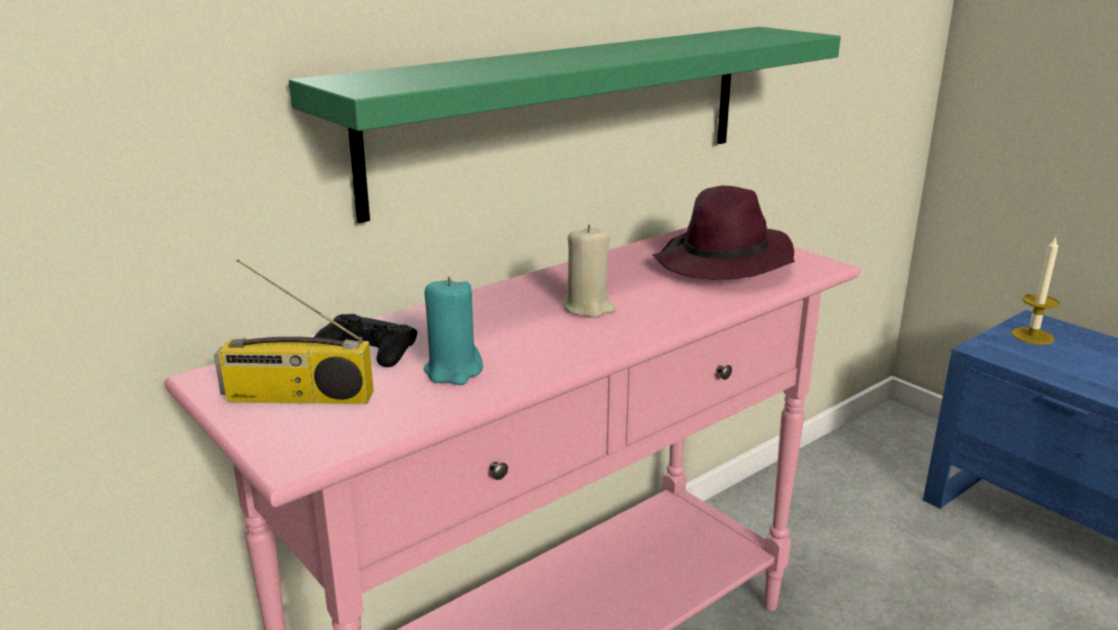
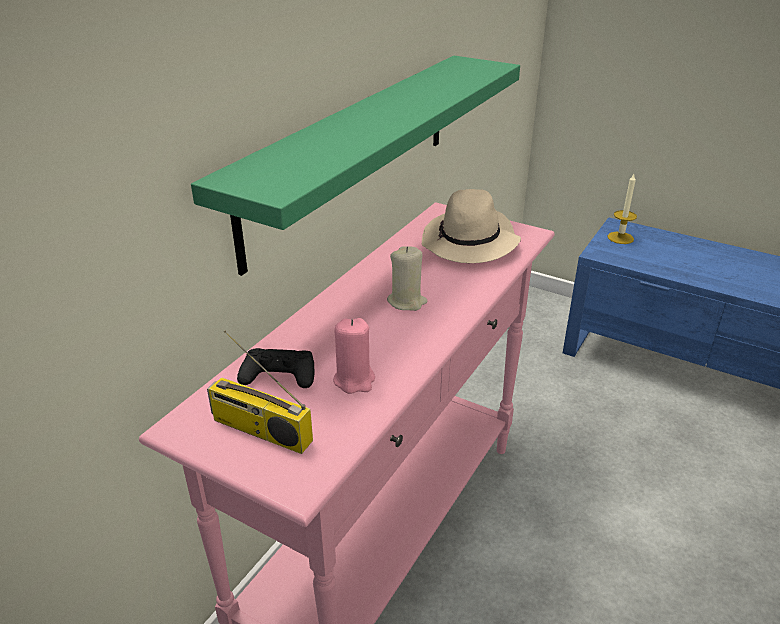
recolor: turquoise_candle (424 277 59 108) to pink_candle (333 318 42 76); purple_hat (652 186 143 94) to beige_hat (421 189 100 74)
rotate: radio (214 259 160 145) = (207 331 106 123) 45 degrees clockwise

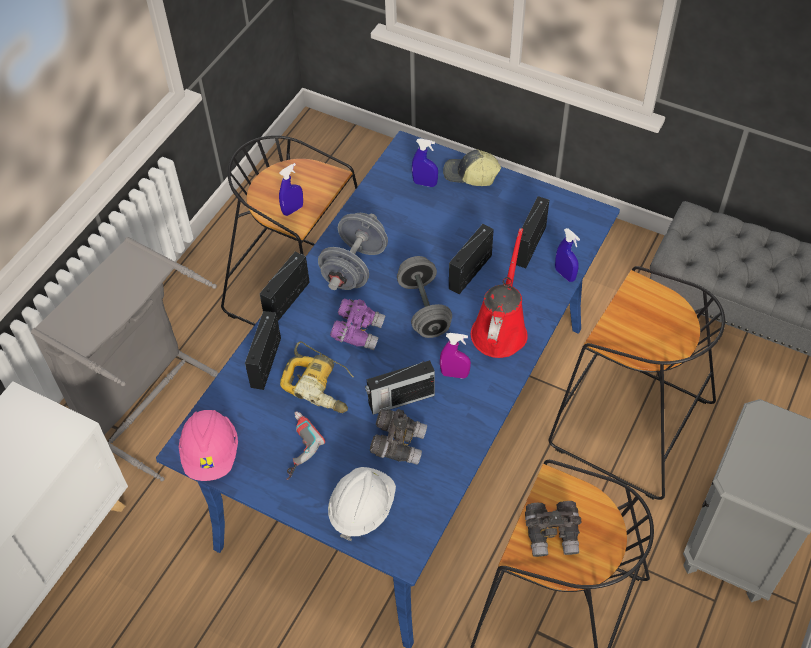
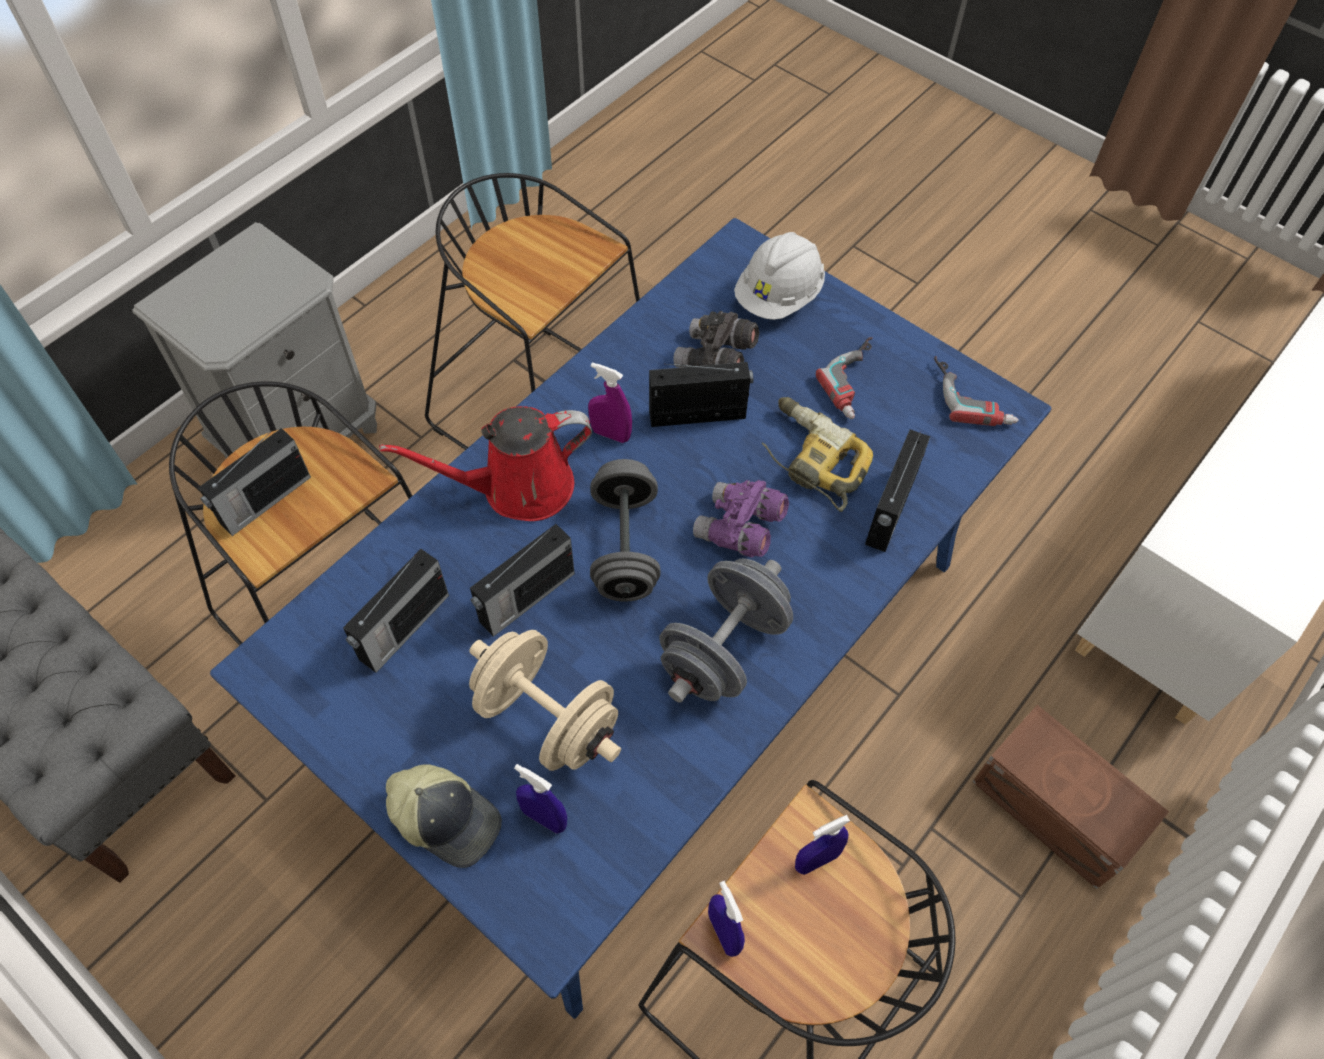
delete: grey_binoculars (525 501 57 56)
insert: beige_dumbbell (469 630 152 141)
move: radio (260 251 50 70) to (198 428 113 108); blue_spray_bottle (555 228 25 54) to (708 881 37 76)
replace: pink_hard_hat (179 410 59 71) to power_drill (934 356 85 70); grey_laundry_basket (31 237 188 244) to brown_storage_box (972 705 197 184)
rotate: red_watering_can (471 228 57 130) = (379 406 213 115) 45 degrees clockwise

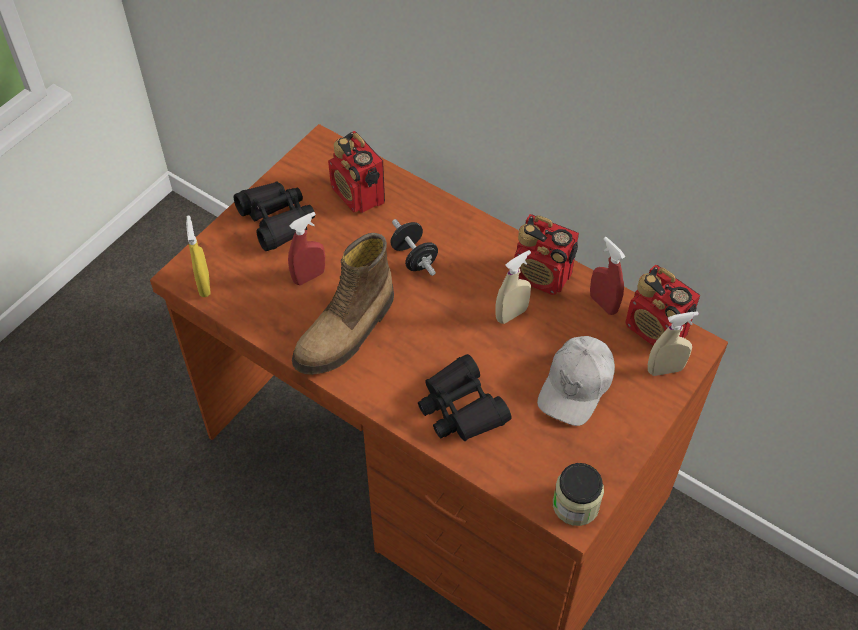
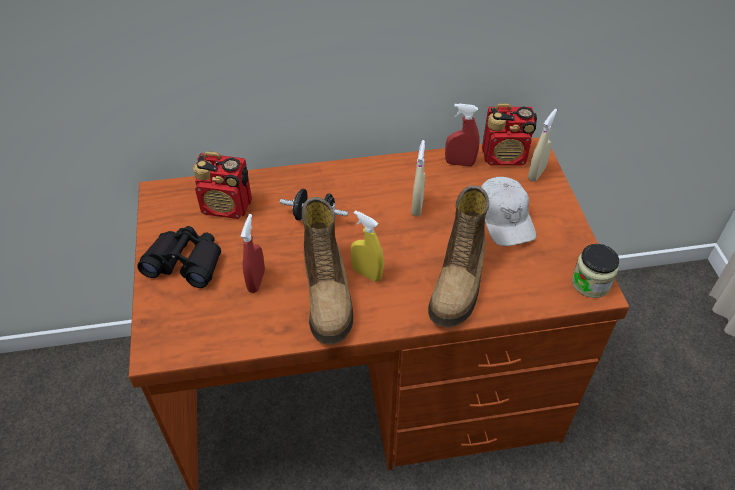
delete: radio (514 214 65 81)
move: yellow_spray_bottle (186 216 25 81) to (351 210 33 72)
replace: black_binoculars (418 354 94 87) to boot (428 185 61 142)

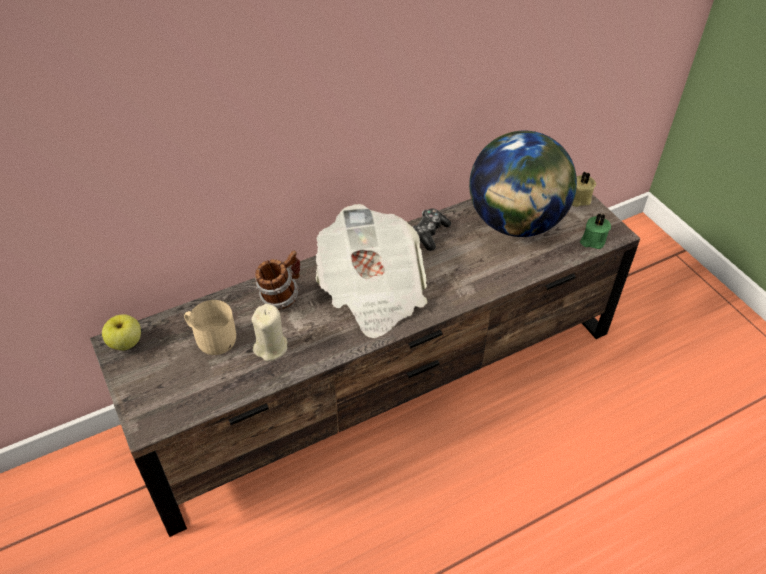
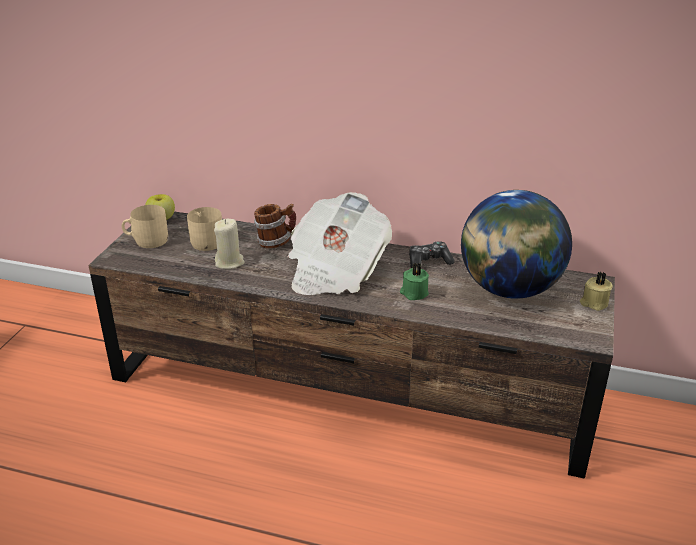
insert: beige_mug (122 205 46 43)
move: green_candle (580 213 31 36) to (400 263 29 37)

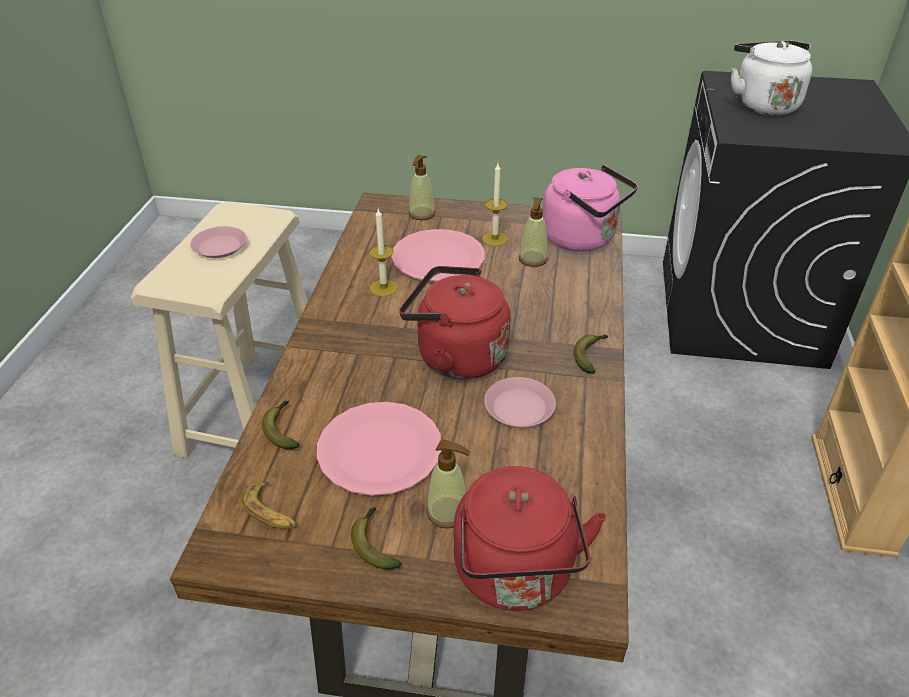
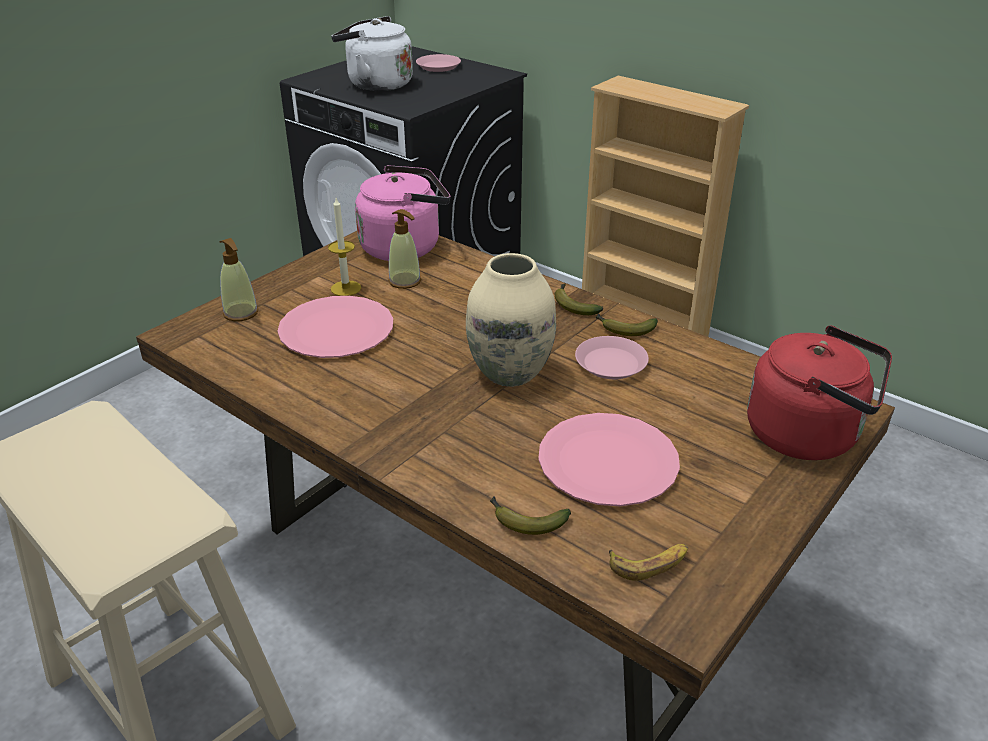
delete: candle (369 208 29 89); soap_dispenser (426 440 44 89)
move: pink_plate (190 226 57 32) to (416 54 45 18); banana (351 507 50 63) to (595 314 63 22)
replace: red_kettle (399 266 112 114) to beige_vase (466 253 90 134)

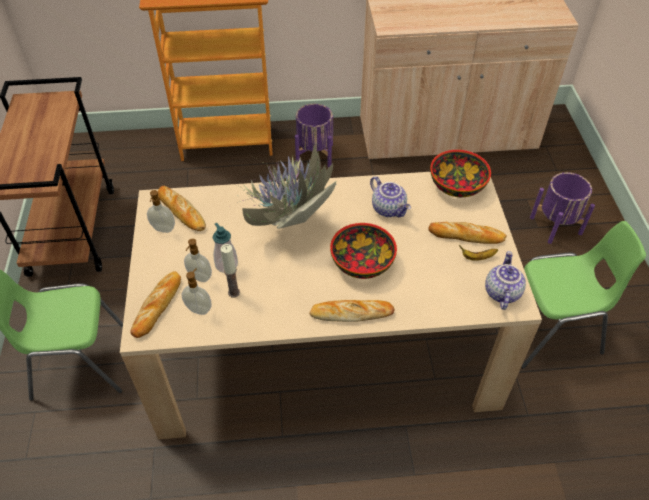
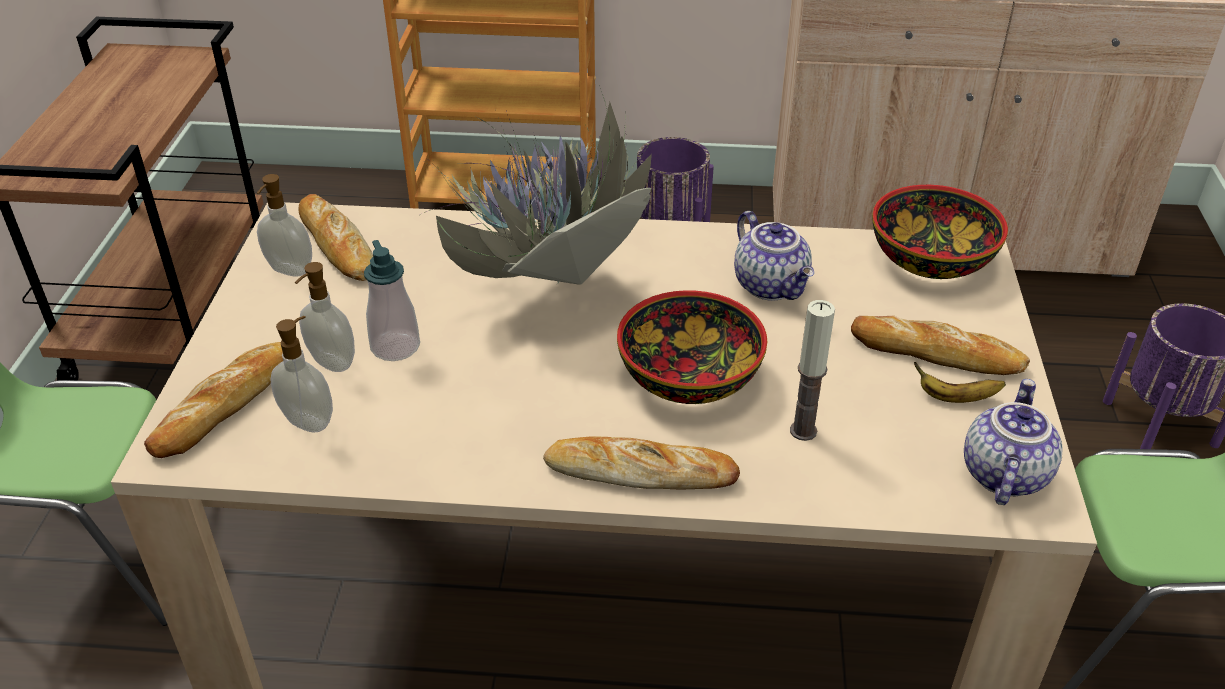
move: candle (221 244 19 53) to (790 300 45 141)

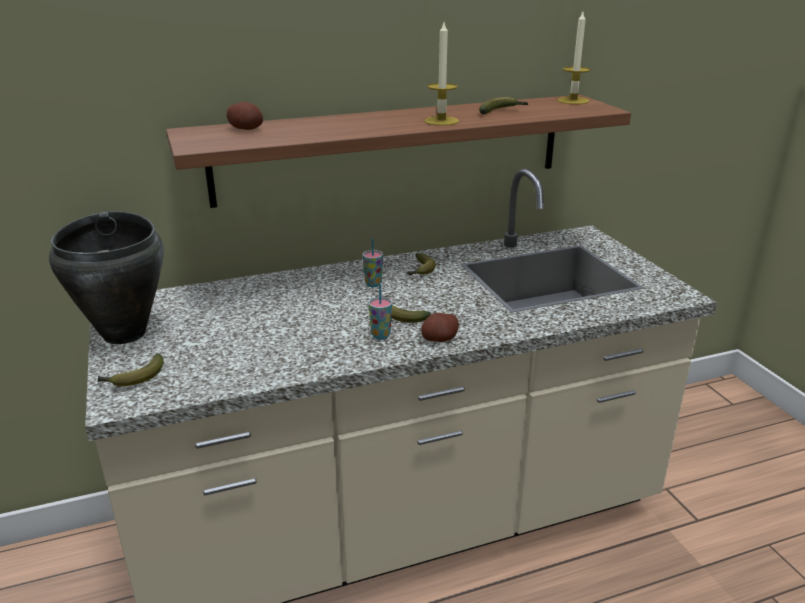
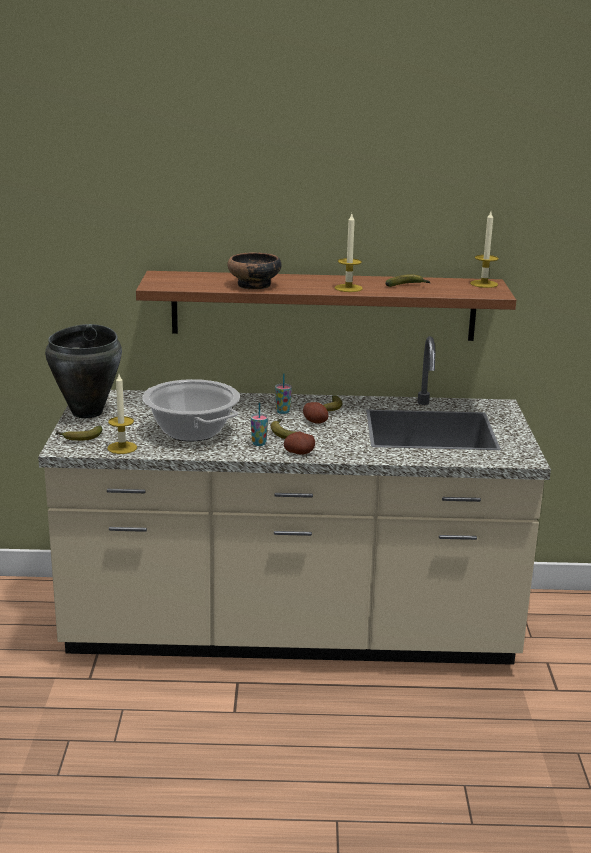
insert: candle (107 374 30 80); cooking_pot (143 379 97 63); bowl (228 253 54 36)
move: potato (227 101 36 29) to (303 402 25 21)

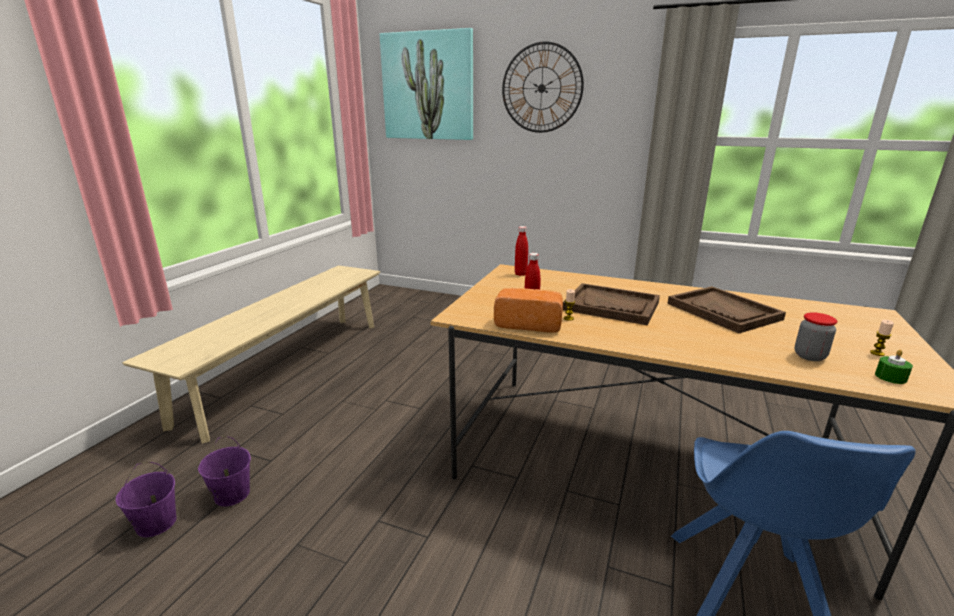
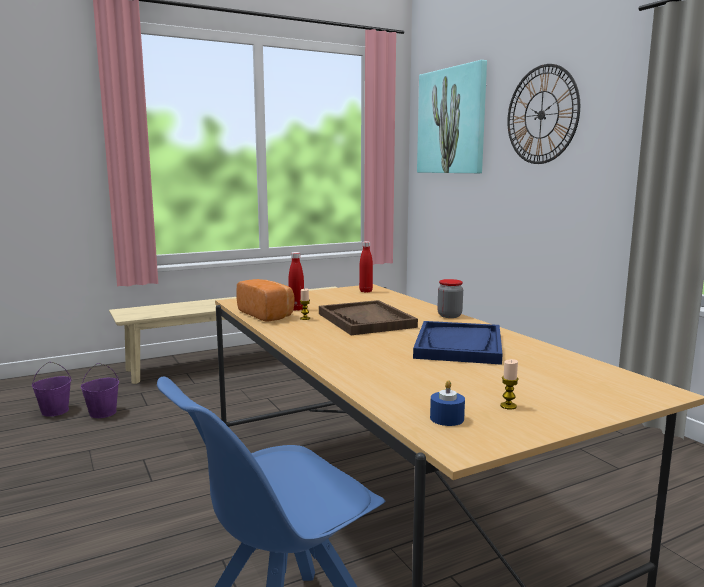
move: jar (795 312 42 49) to (437 279 26 39)
recolor: brown_tray (668 286 118 47) to blue_tray (413 321 89 44); green_candle (875 350 38 34) to blue_candle (430 380 35 46)

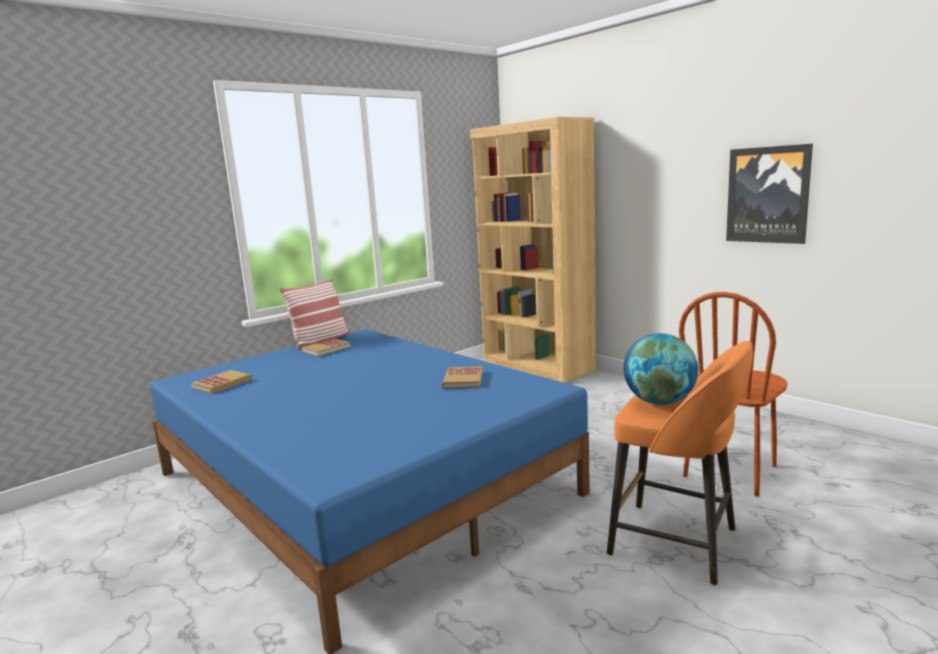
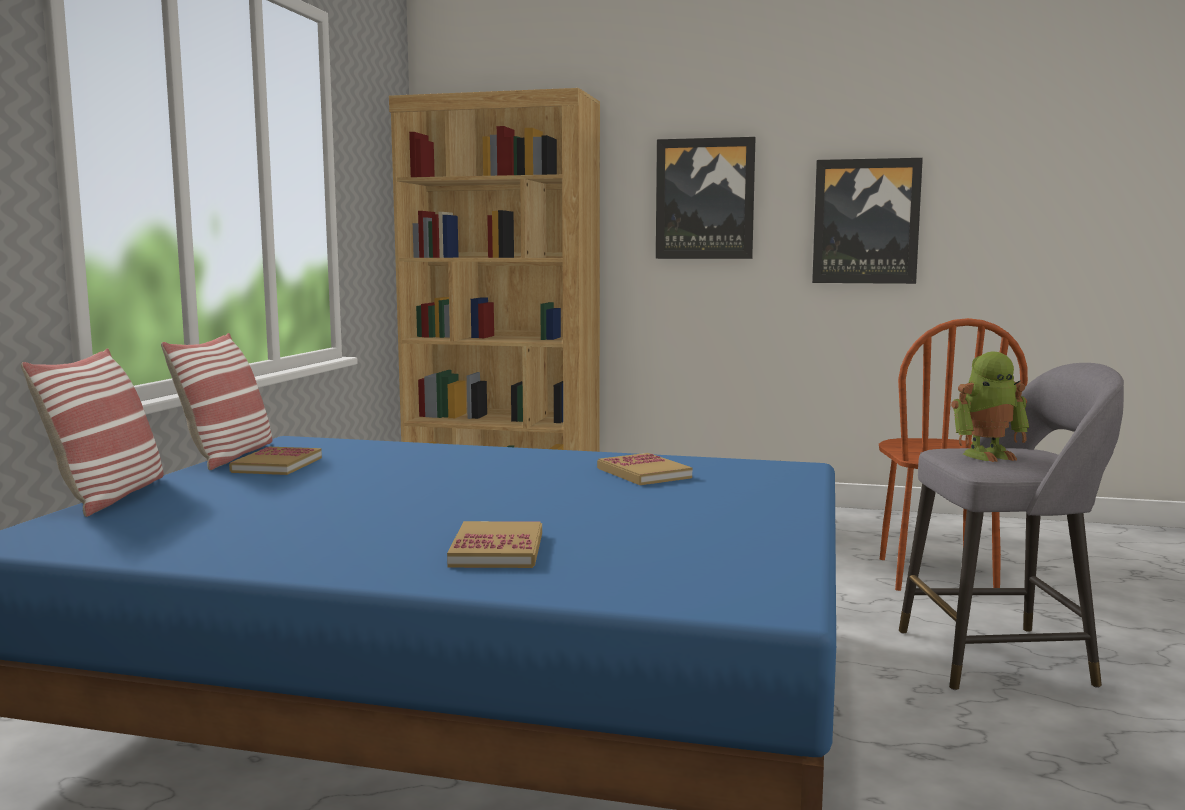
insert: pillow (21 348 143 169); picture (656 137 100 122)
move: book (191 370 61 24) to (447 521 95 47)
replace: globe (623 333 75 72) to toy_robot (951 351 79 111)
recolor: orange_stool (607 341 146 244) to grey_stool (899 363 225 327)

